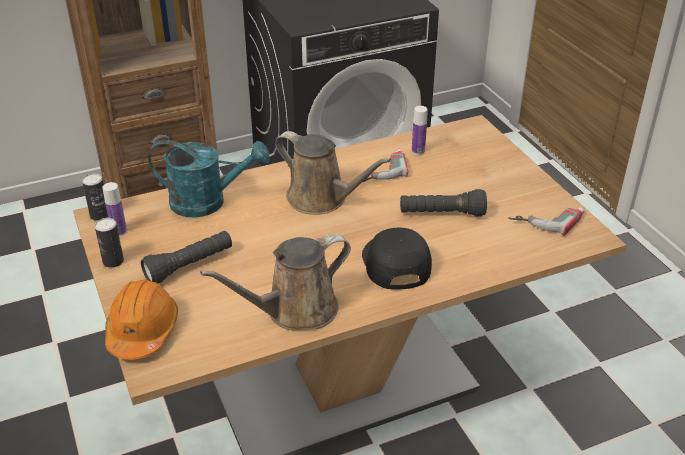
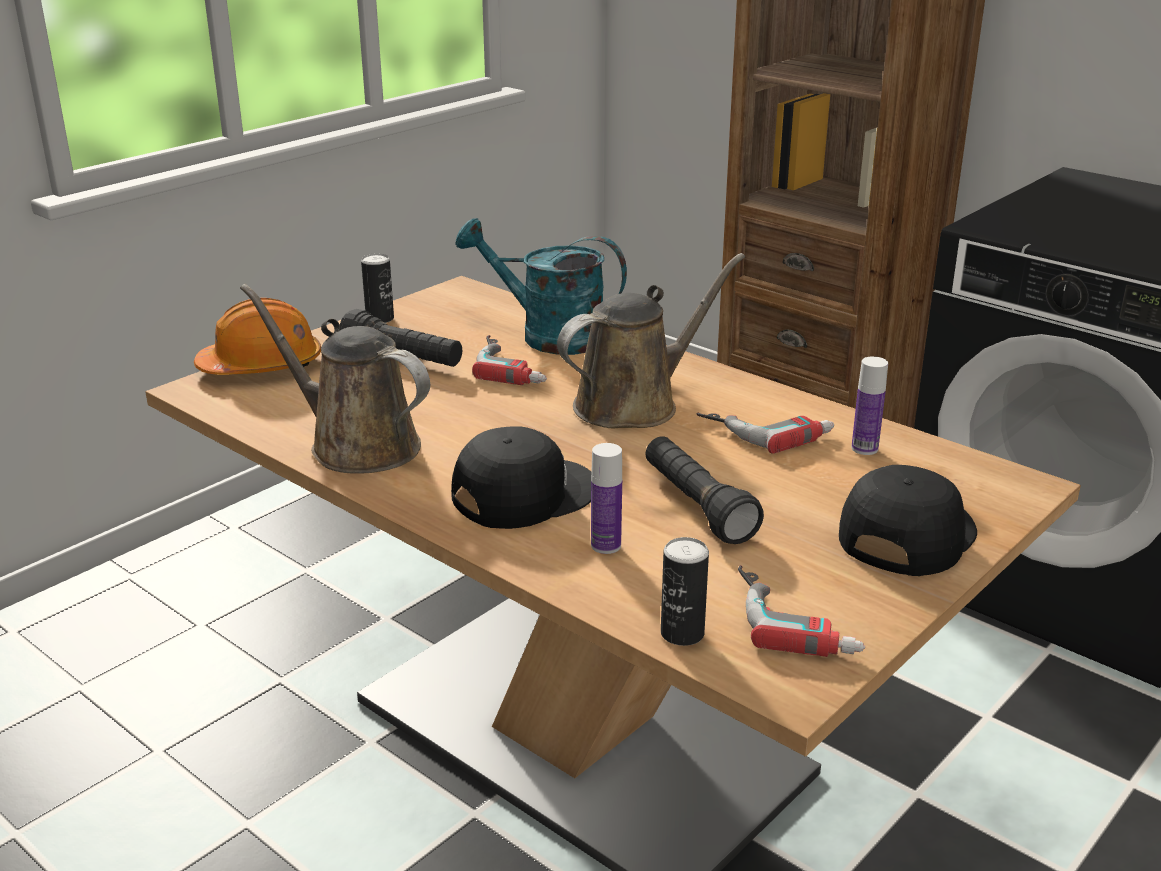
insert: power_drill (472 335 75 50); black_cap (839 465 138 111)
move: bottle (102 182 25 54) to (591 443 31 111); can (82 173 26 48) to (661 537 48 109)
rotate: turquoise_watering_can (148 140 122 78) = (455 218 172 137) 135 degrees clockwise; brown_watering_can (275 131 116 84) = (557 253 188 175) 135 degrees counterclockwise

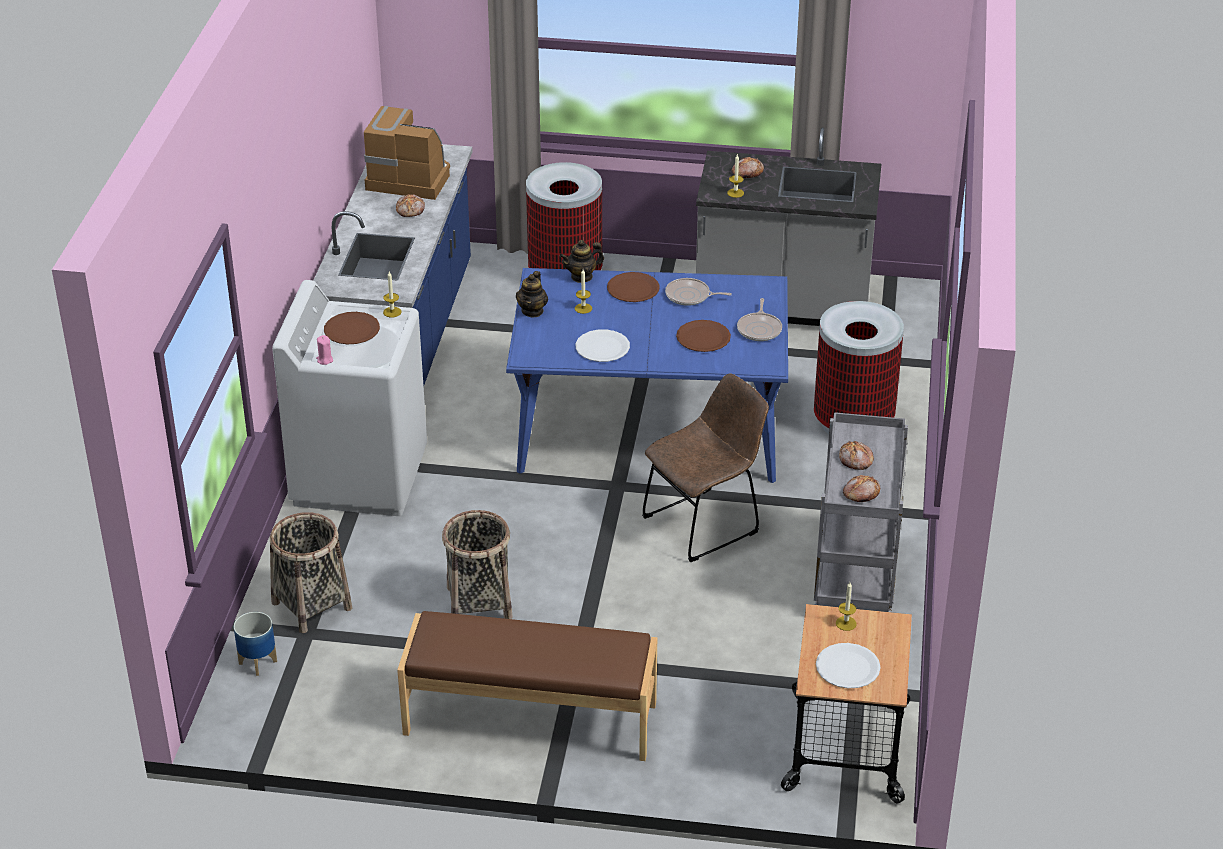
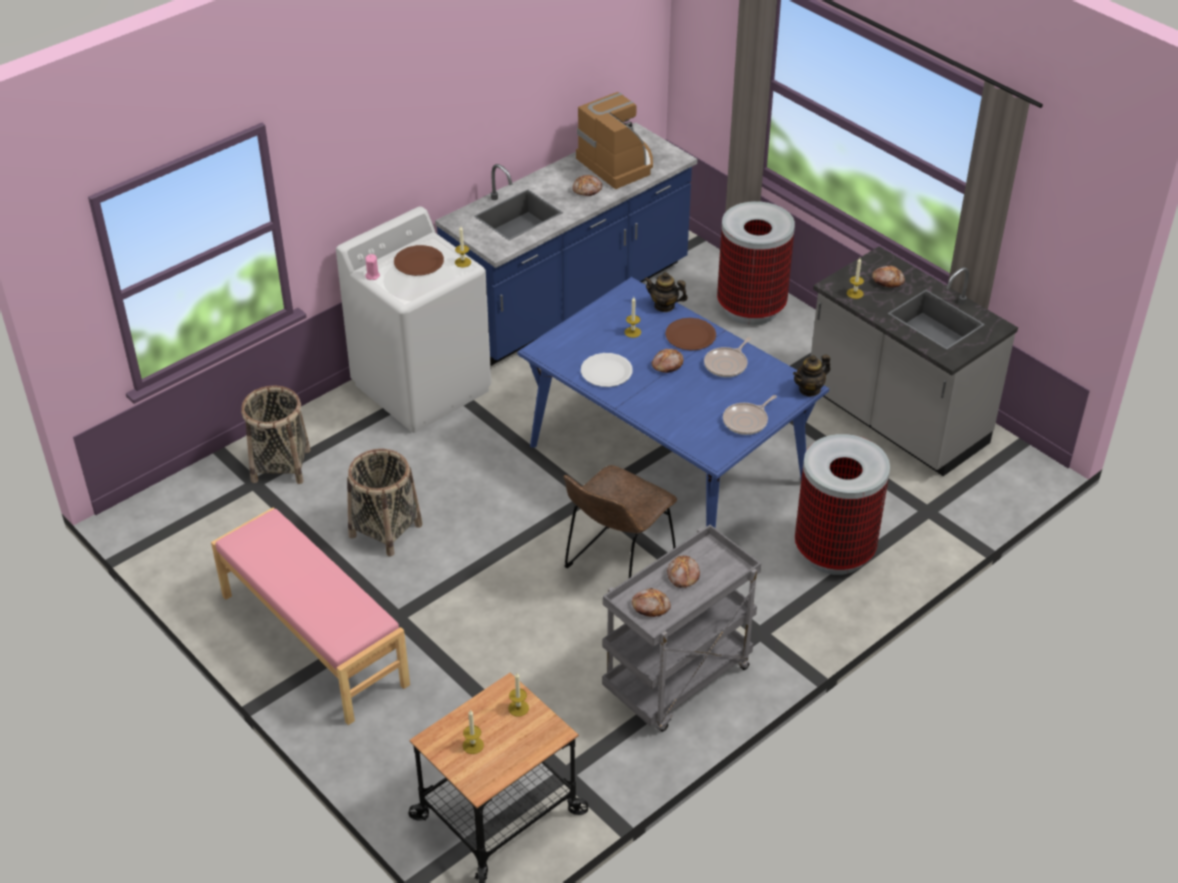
delete: planter (234 612 43 64); brown_plate (676 320 55 32)
insert: bread (651 349 32 24)
move: teapot (516 271 32 46) to (793 354 37 43)
replace: white_plate (816 643 65 45) to candle (463 709 21 45)
recolor: brown_bench (397 611 260 150) to pink_bench (211 507 199 218)
rotate: brown_chair (642 373 127 189) = (564 465 113 113) 120 degrees clockwise; frying_pan (665 278 67 28) = (704 337 47 40) 105 degrees counterclockwise

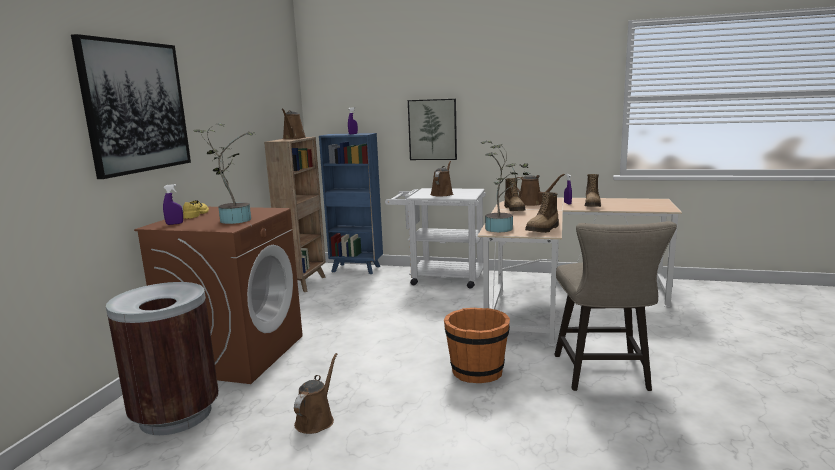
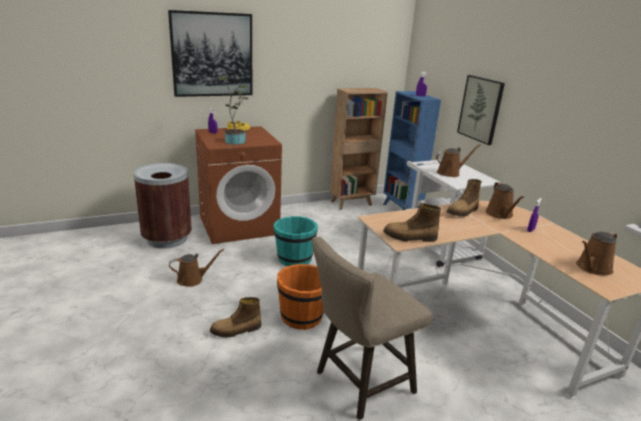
delete: potted_plant (481 141 50 91)
insert: turquoise_bucket (274 216 44 50)
move: boot (585 174 16 33) to (210 297 51 40); brown_watering_can (282 109 24 30) to (576 231 41 44)

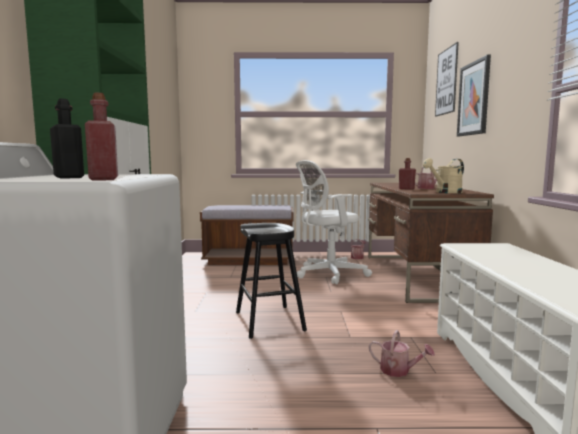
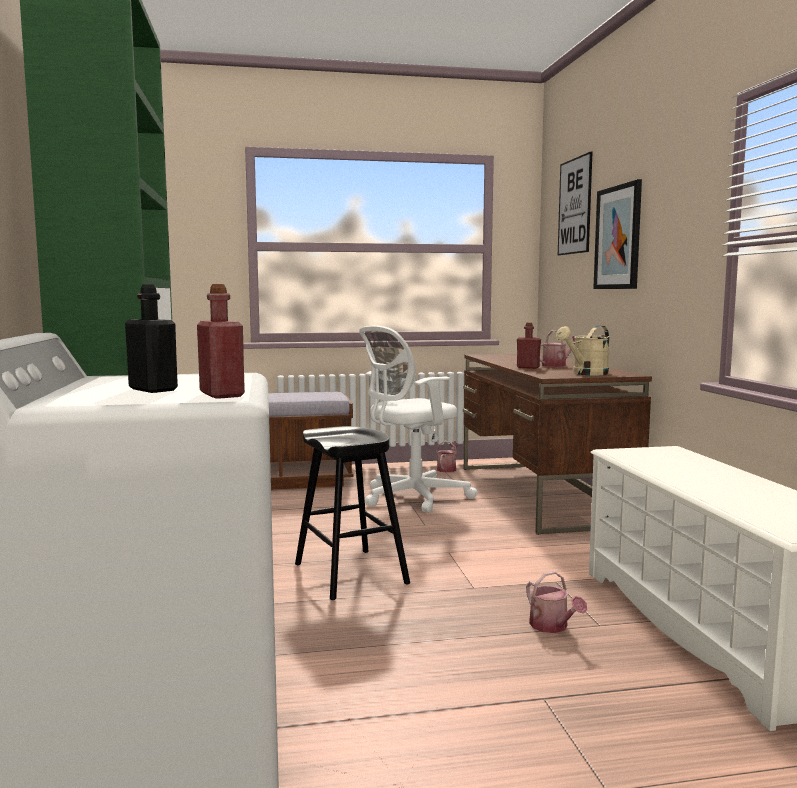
rotate: watering_can (369 330 66 47) = (526 571 61 62) 45 degrees clockwise

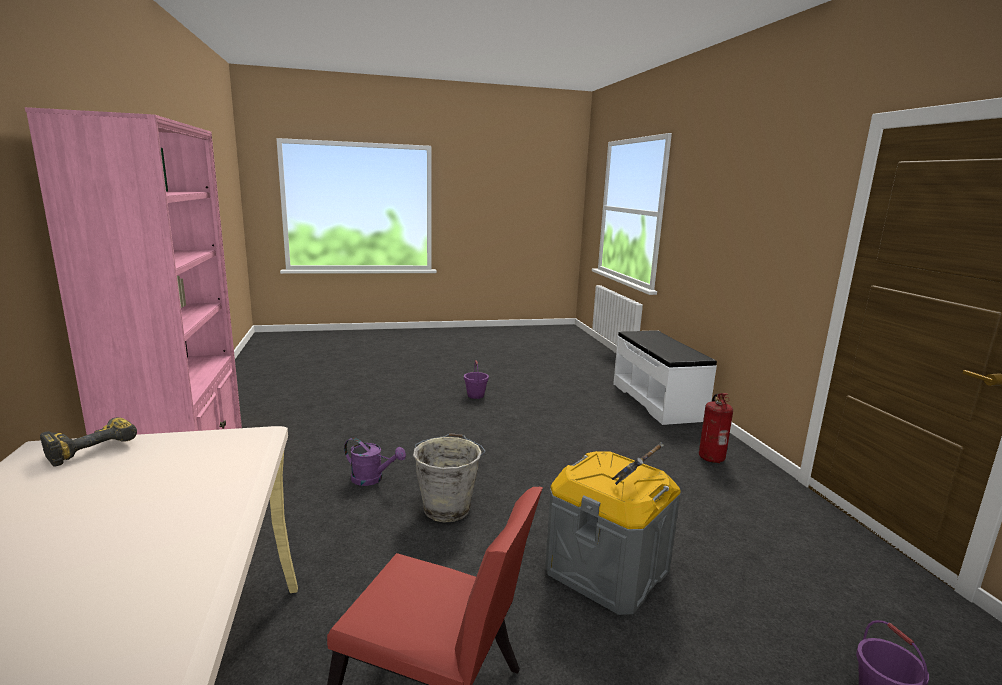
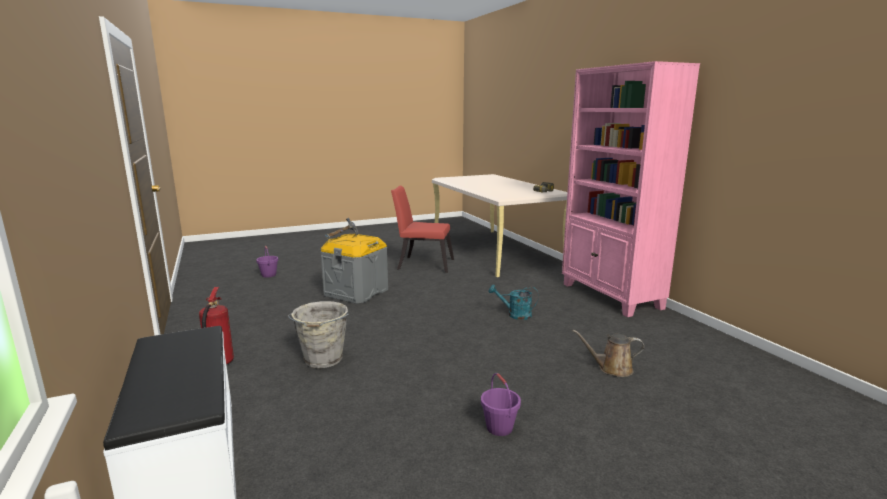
insert: brown_watering_can (573 330 71 47)
move: grey_bucket (413 433 73 90) to (287 301 62 67)
recolor: purple_watering_can (344 438 62 48) to turquoise_watering_can (489 285 50 35)

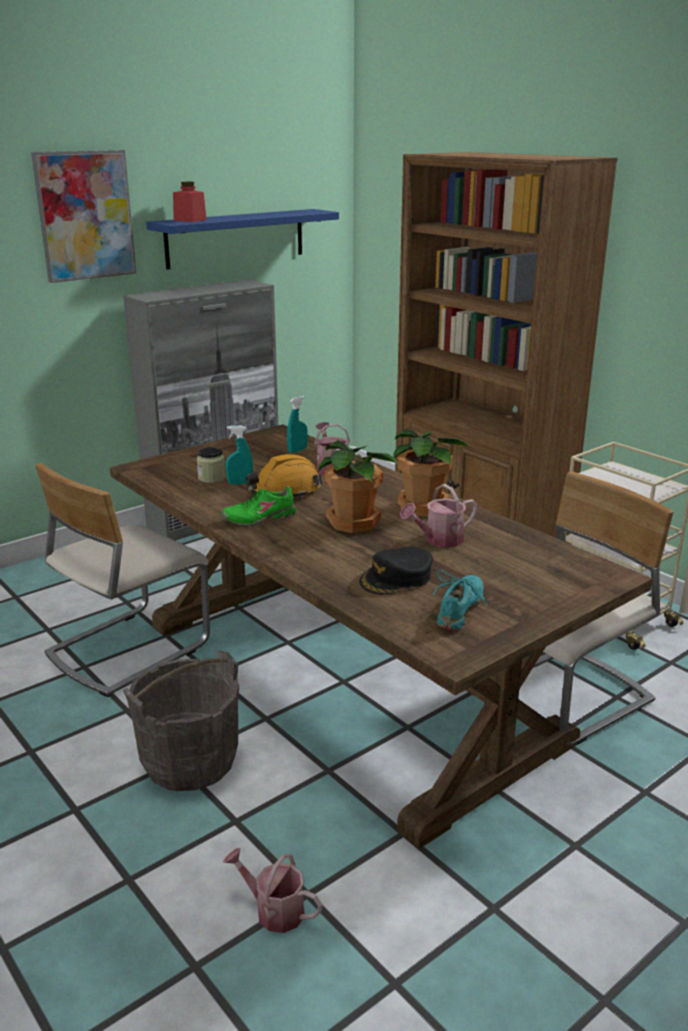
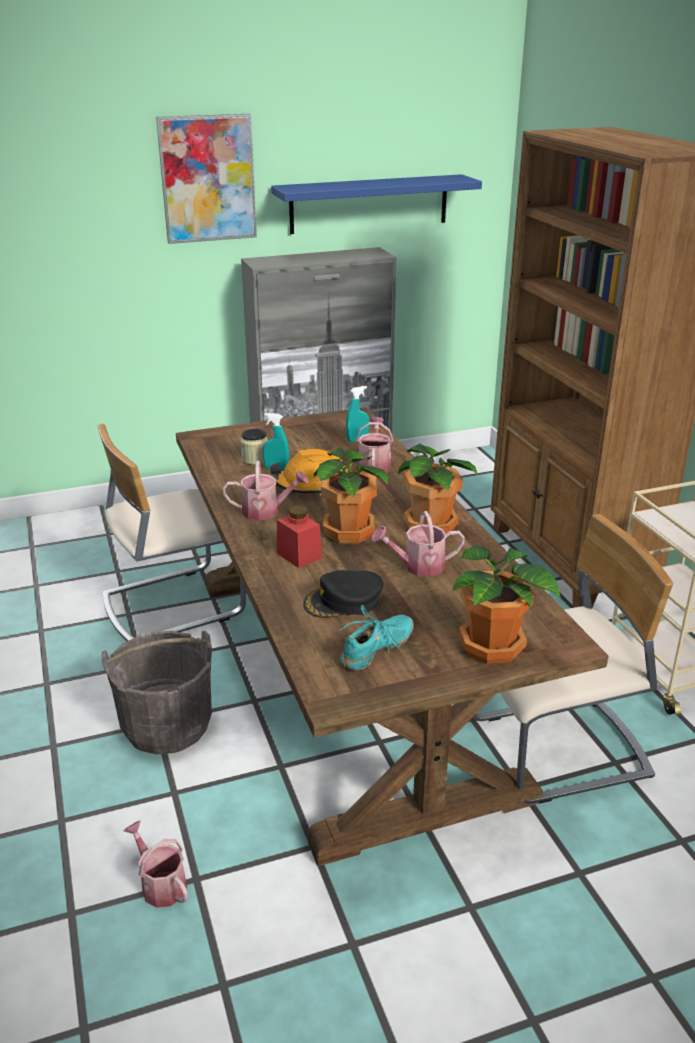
insert: potted_plant (451 546 110 118)
move: red_jar (173 182 34 40) to (277 505 45 63)
replace: green_shoe (221 486 75 40) to watering_can (223 461 86 59)

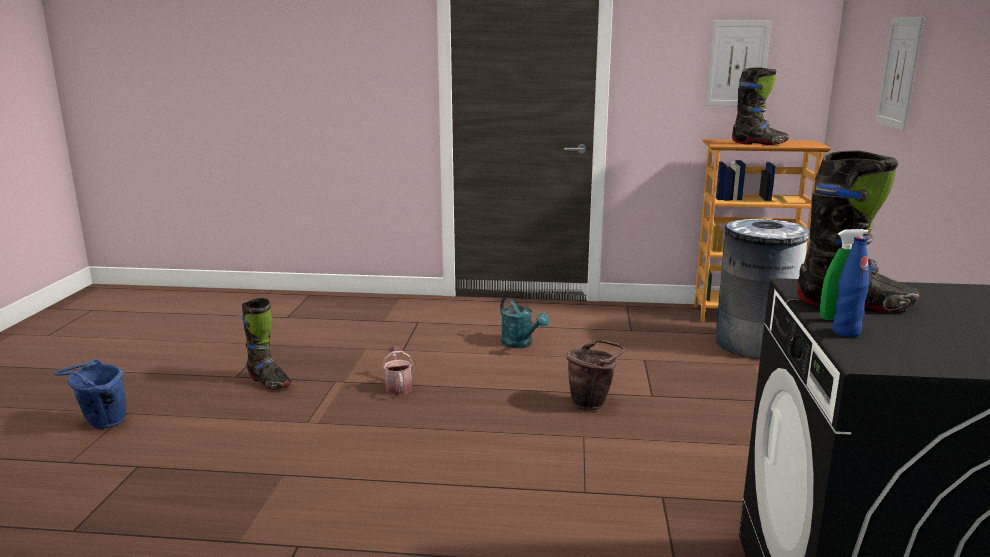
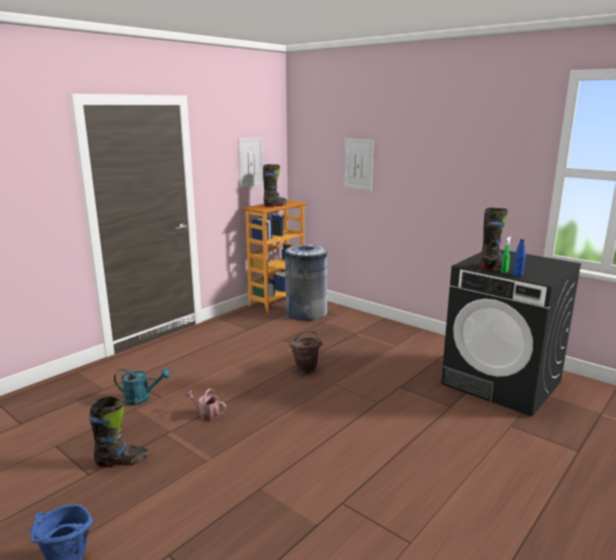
move: turquoise_watering_can (500 297 49 51) to (114 368 56 37)

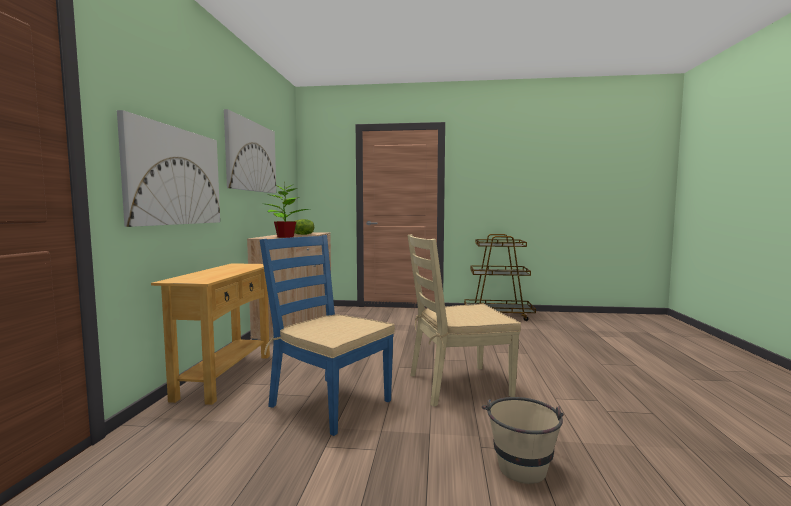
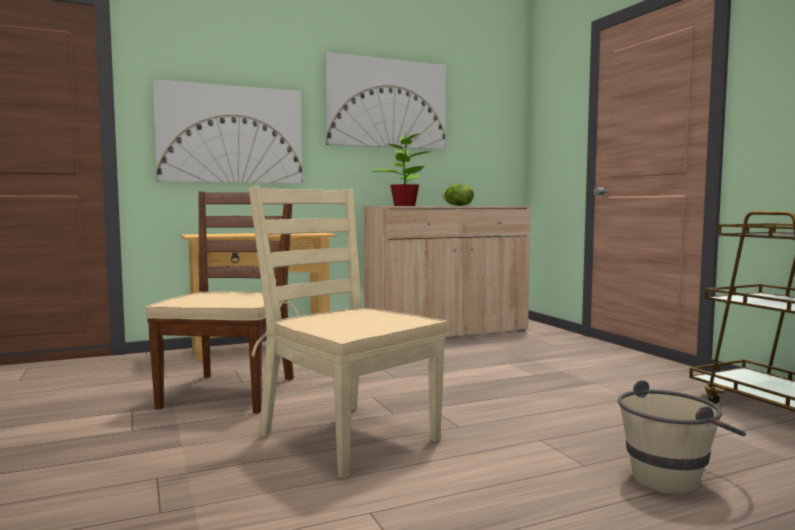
move: beige_bucket (482 397 82 87) to (618 380 128 115)
recolor: blue_chair (260 235 135 201) to brown_chair (145 191 155 222)

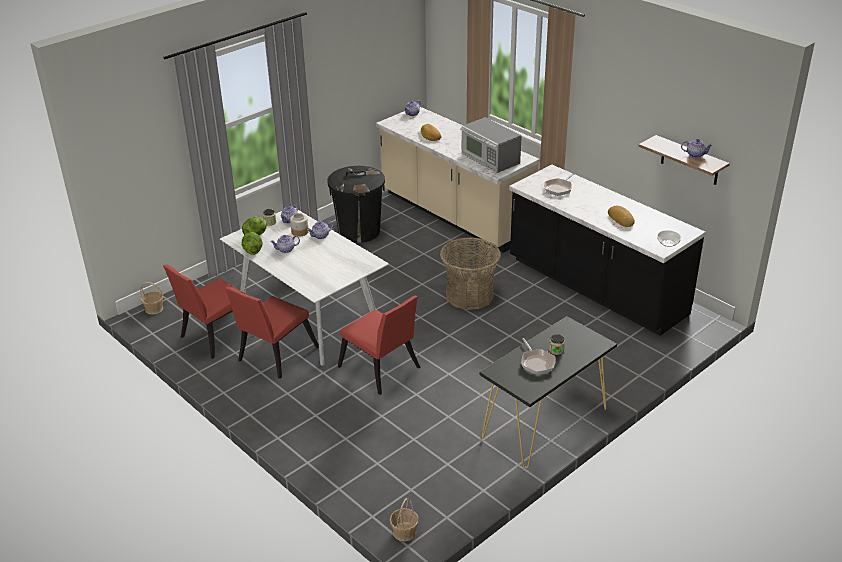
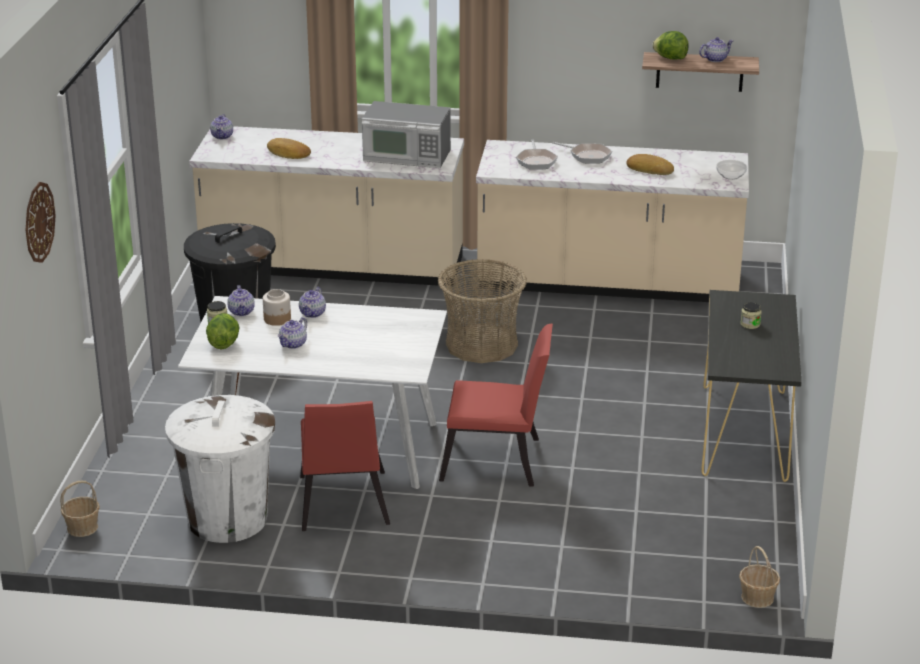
insert: wall_clock (26 182 30 81)
move: frying_pan (521 338 35 37) to (552 142 61 22); lettuce (242 232 20 23) to (652 31 37 29)
replace: red_chair (163 264 82 95) to white_trash_can (165 395 110 148)
recolor: black_counter (509 165 197 171) to beige_counter (476 140 273 162)

